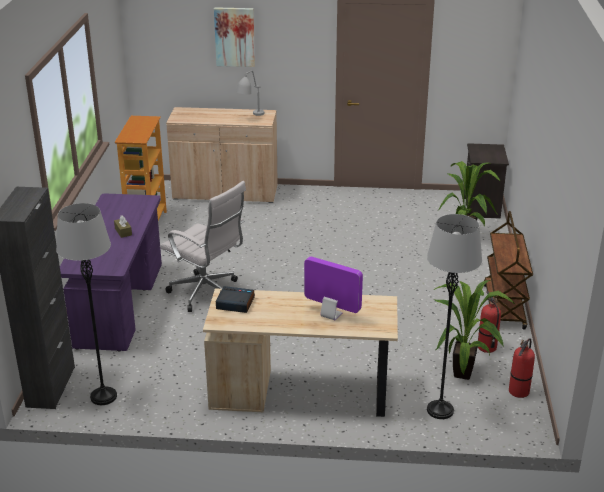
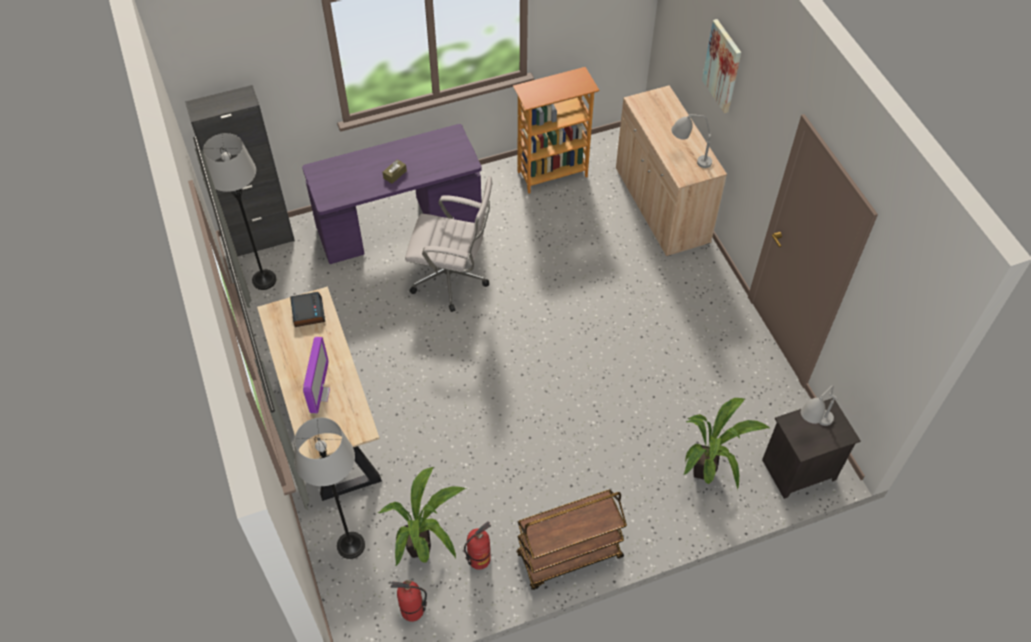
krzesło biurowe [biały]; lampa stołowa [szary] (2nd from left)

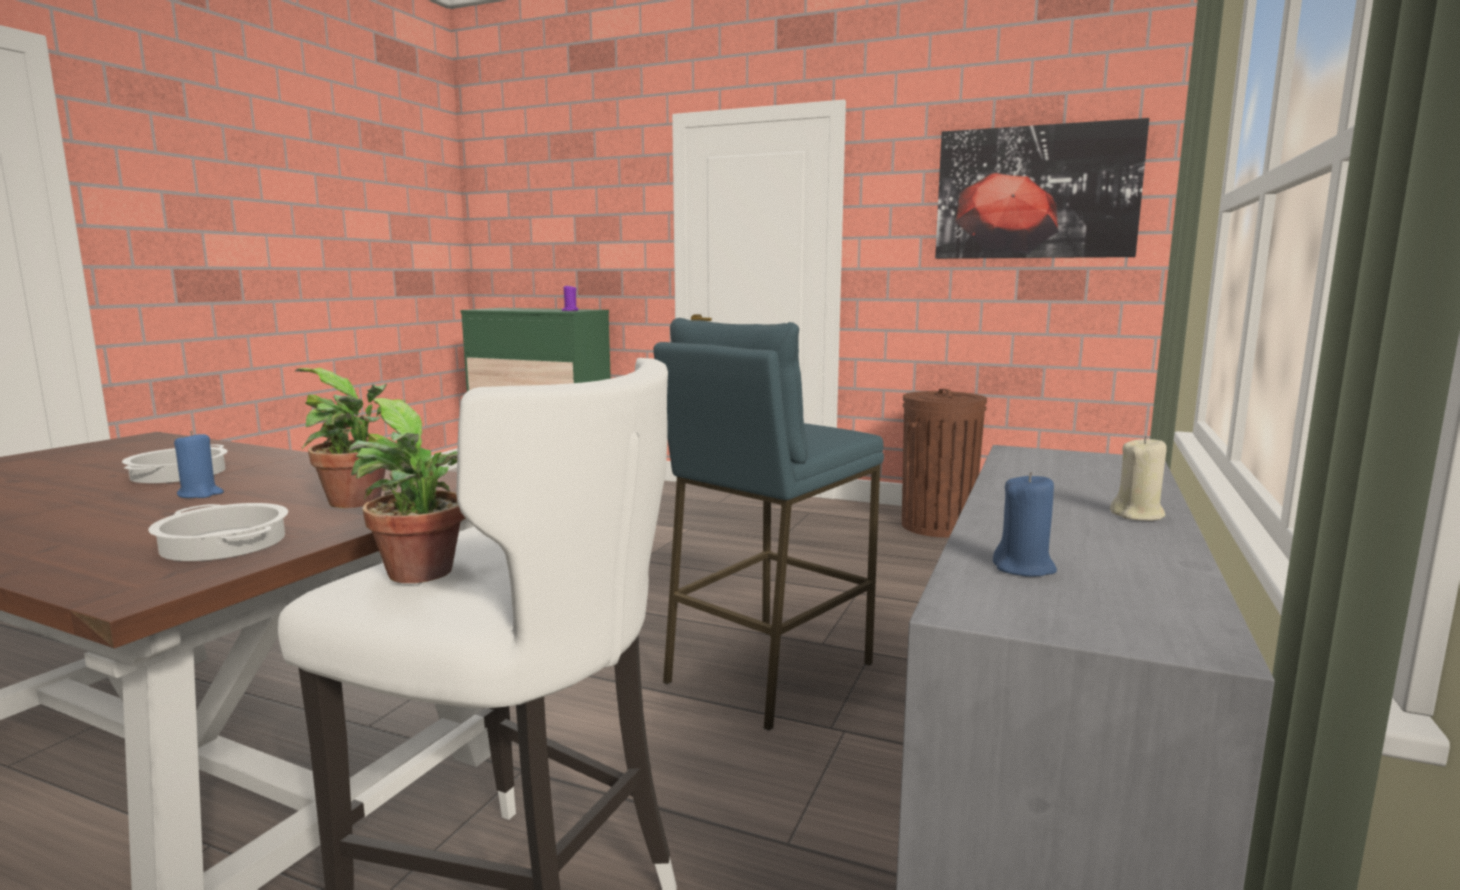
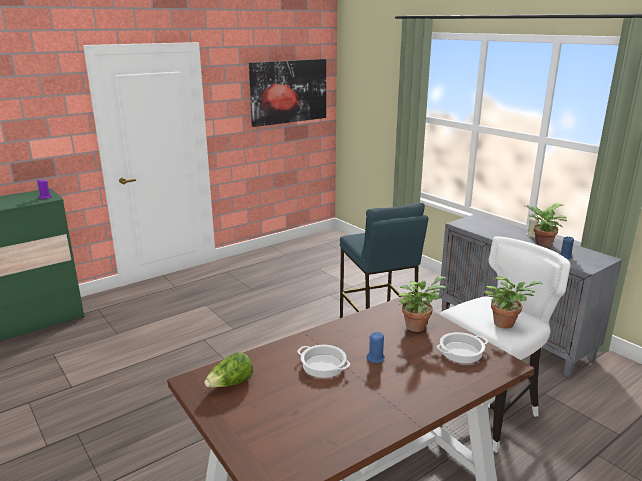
kosz na śmieci [brązowy]; sałata; roślina doniczkowa (3rd from left)

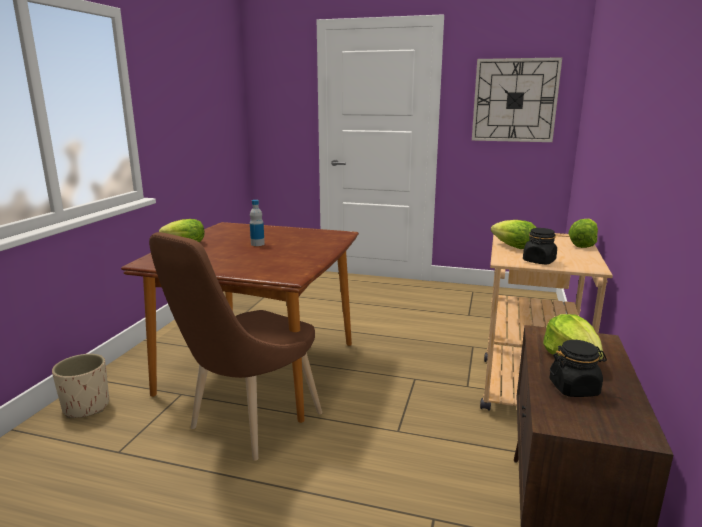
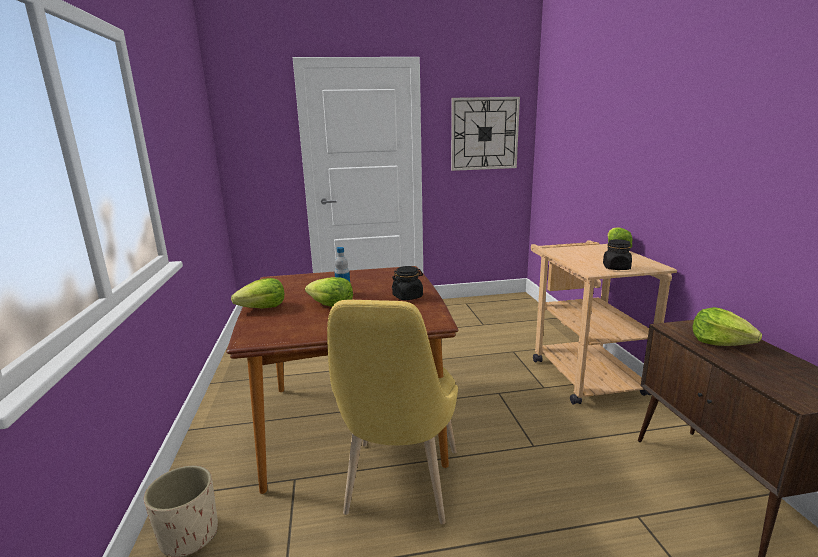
krzesło [żółty]; sałata (2nd from left); słoik [czarny] (1st from left)

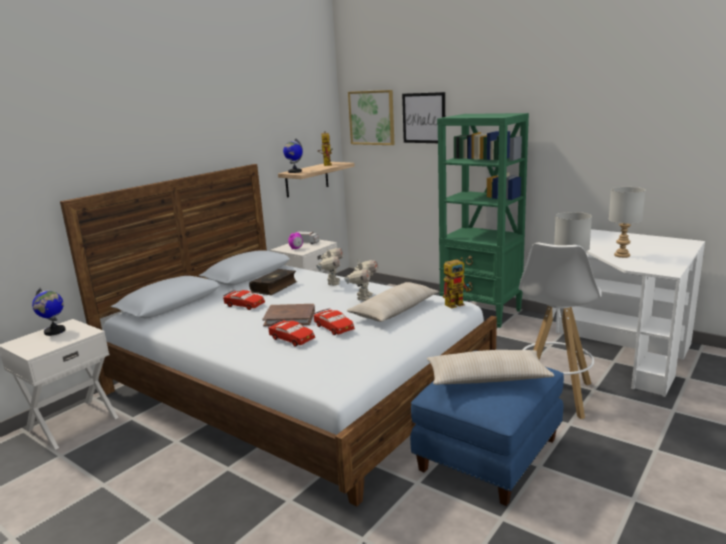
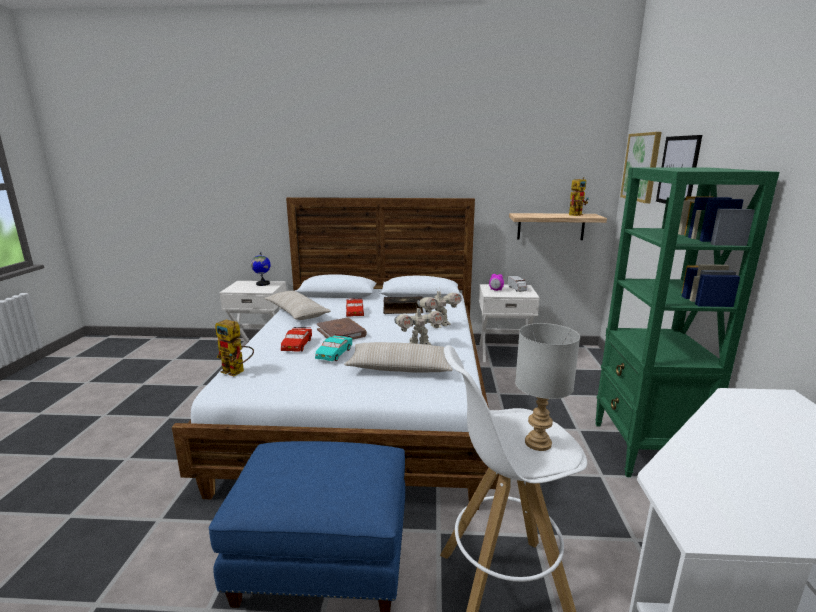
globus (2nd from left in the first image); samochodzik [turkusowy]; poduszka [beżowy] (1st from left); robot zabawkowy (1st from left); lampa stołowa [szary] (2nd from left in the first image)

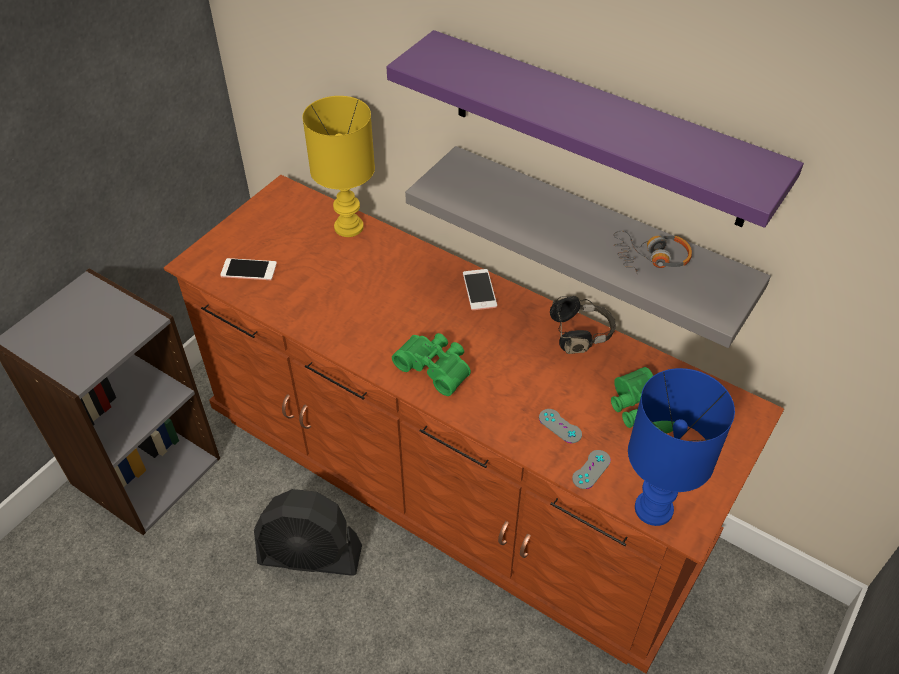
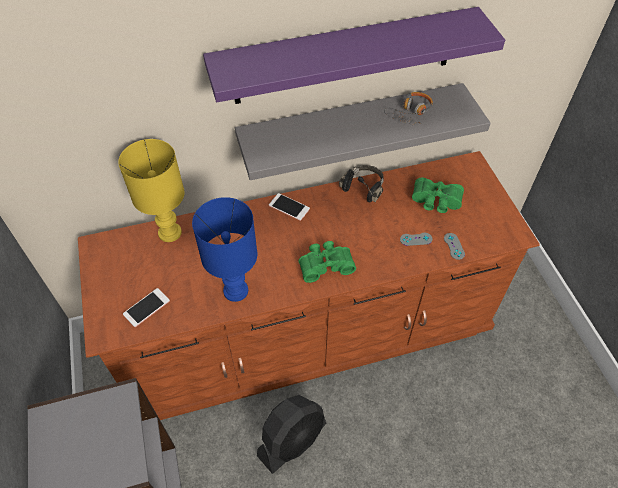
lampa stołowa [niebieski]

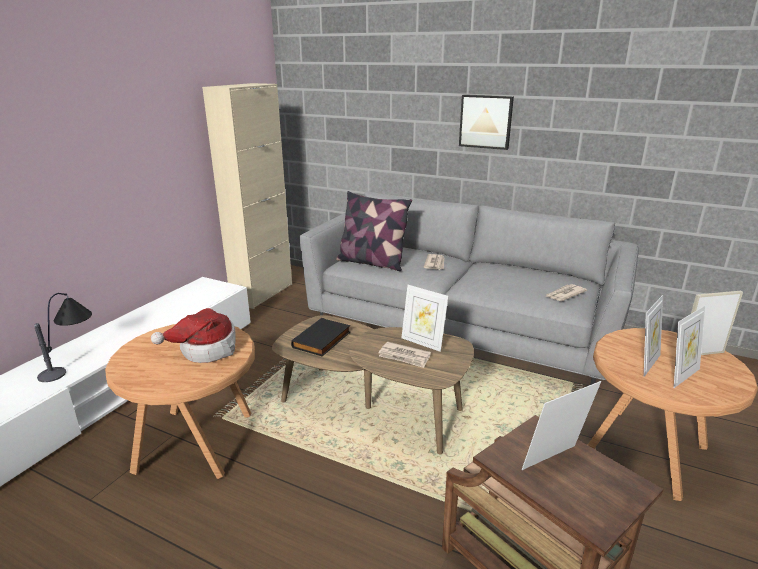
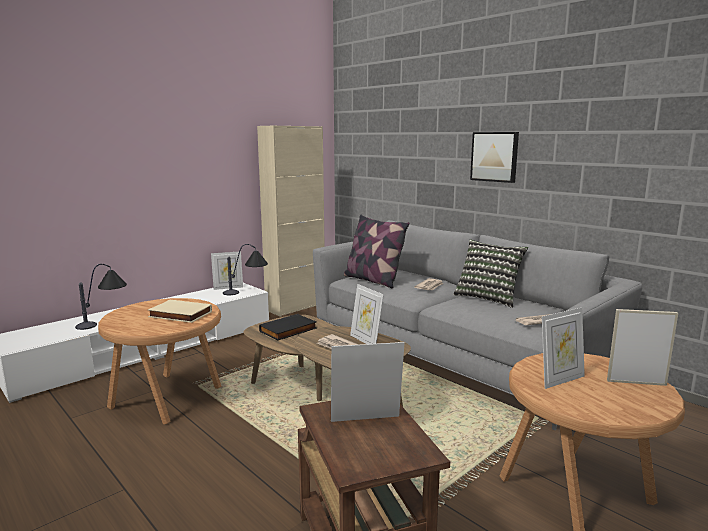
książka [beżowy]; ramka na zdjęcie (1st from left); lampa stołowa (2nd from left); poduszka (2nd from left)

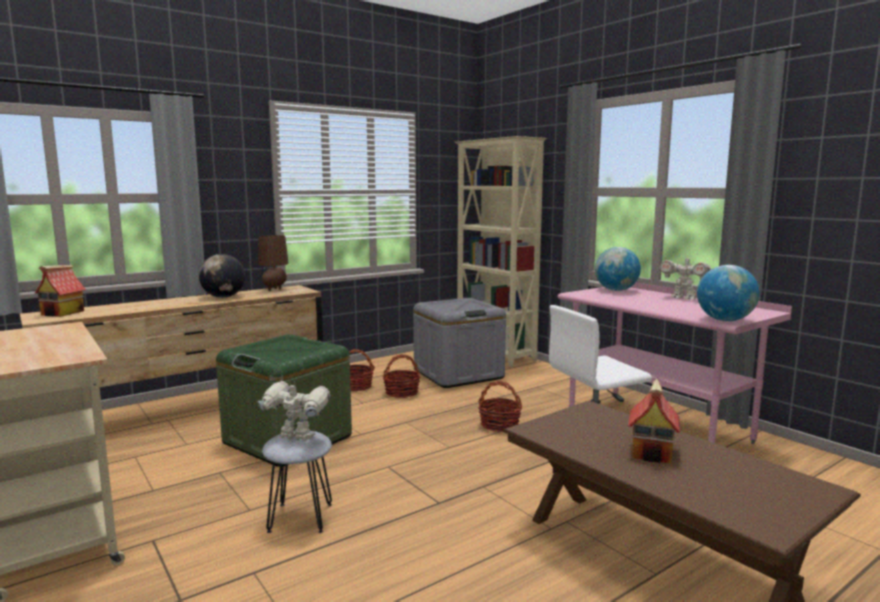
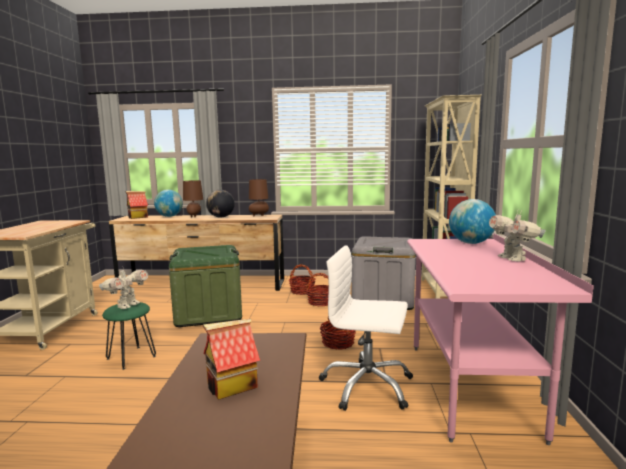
robot zabawkowy (1st from left); stołek [zielony]; globus (1st from left); lampa stołowa [brązowy] (1st from left)

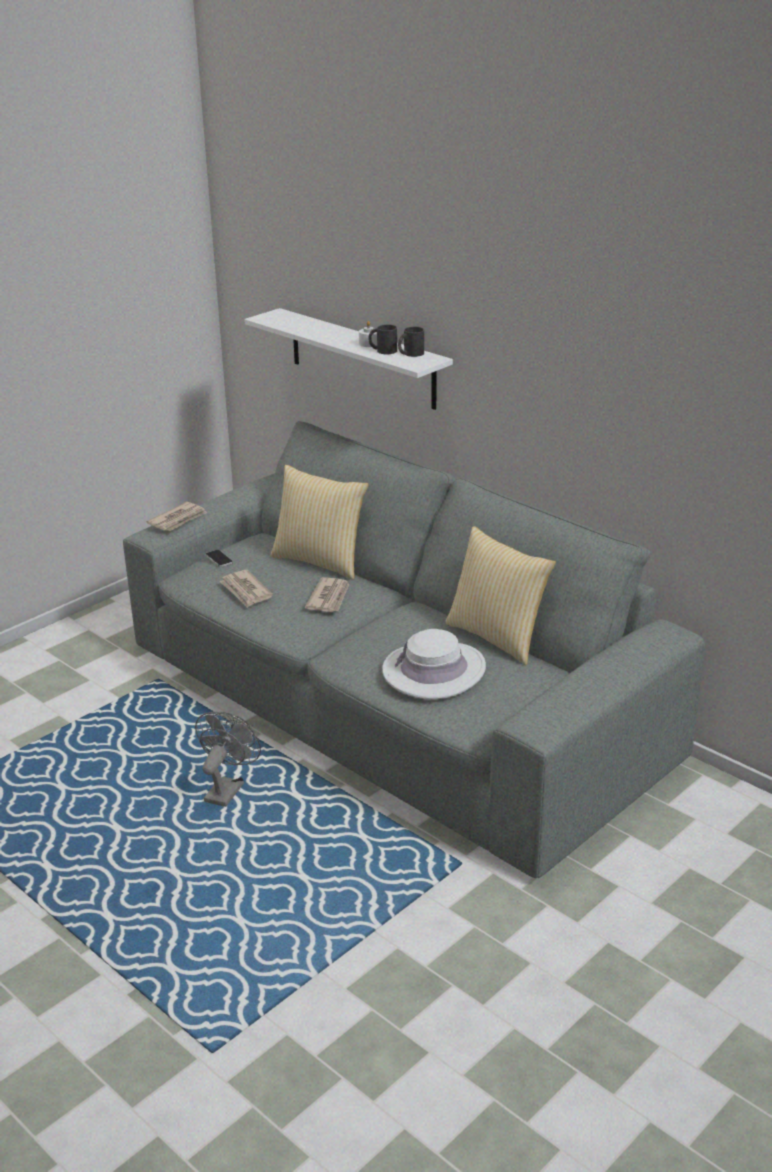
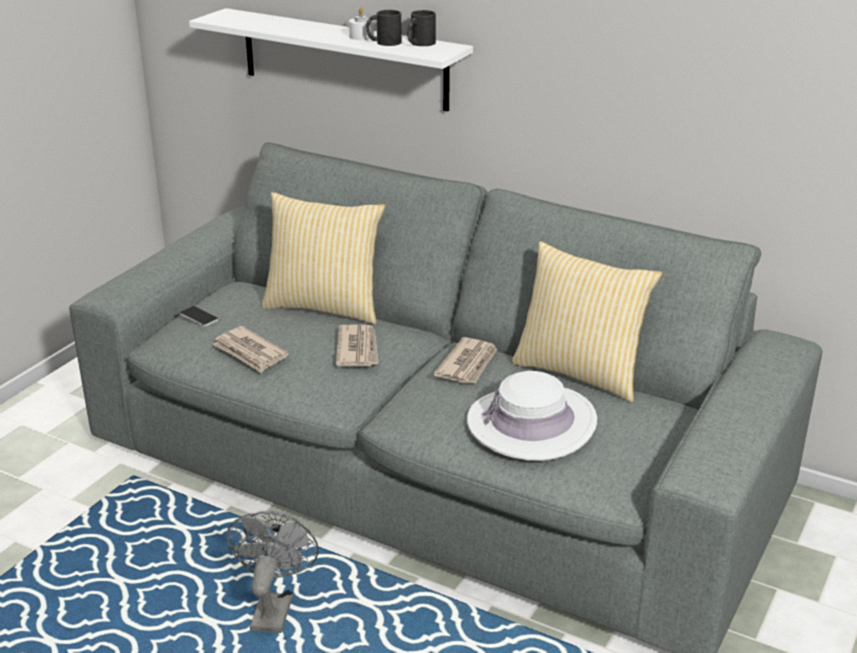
gazeta (3rd from left)

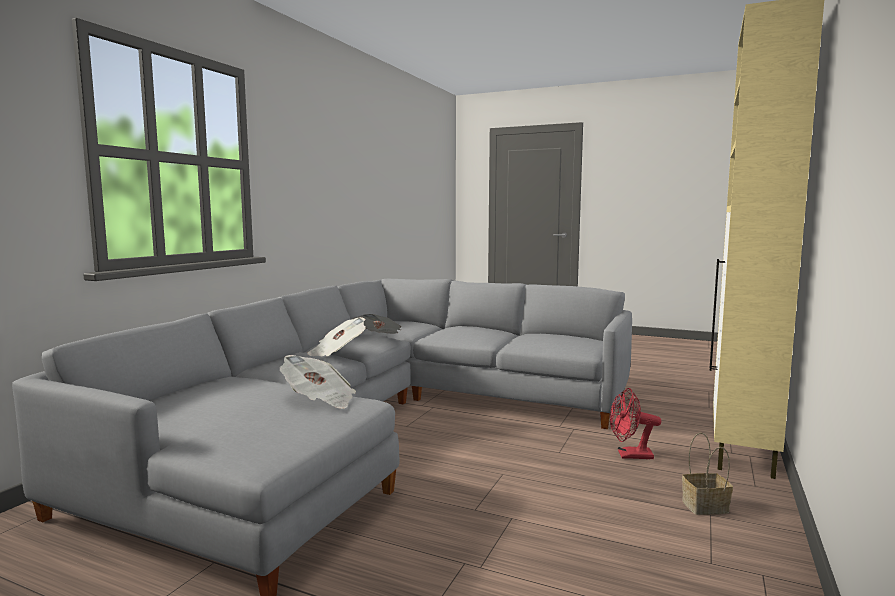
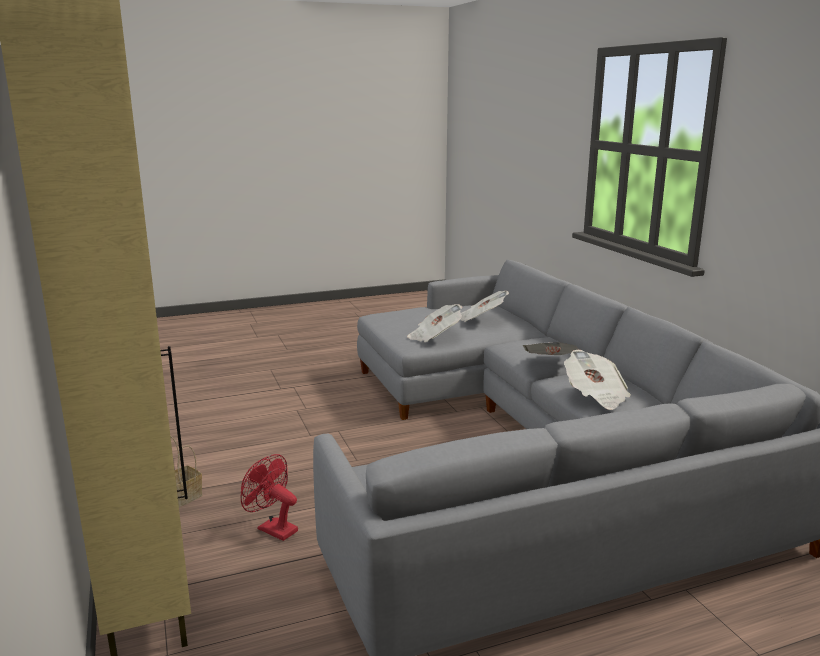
wentylator [czerwony]; gazeta (2nd from left)

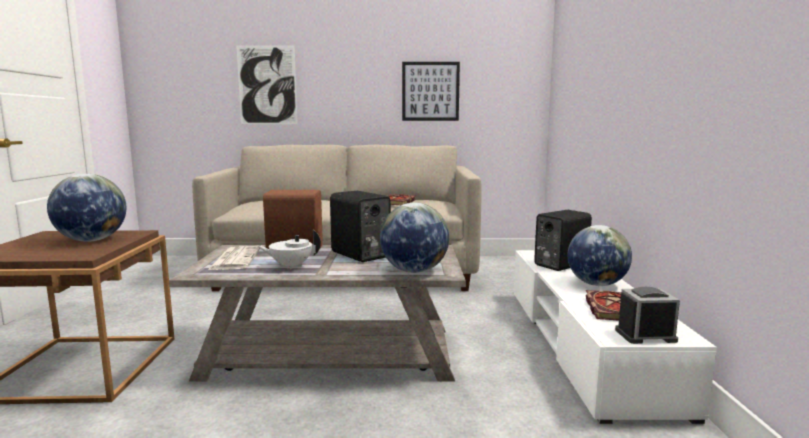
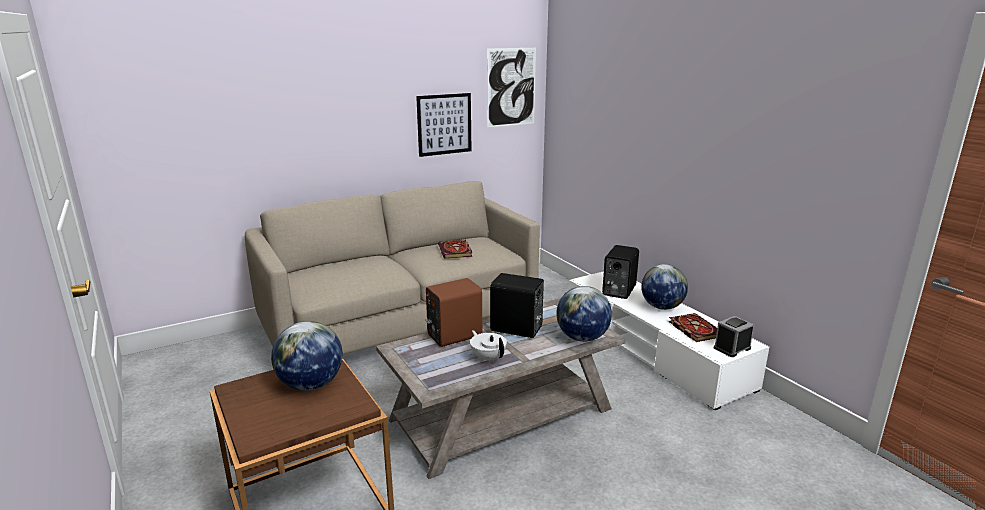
gazeta; obraz (2nd from left); imbryk [biały]

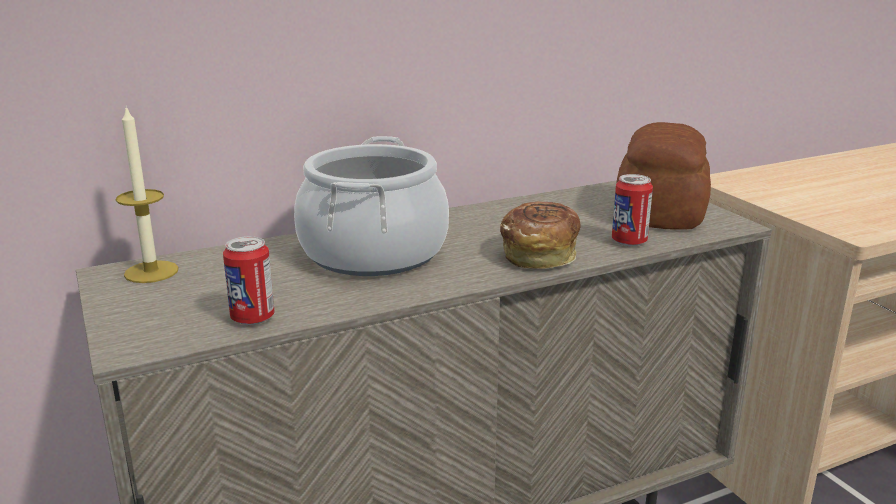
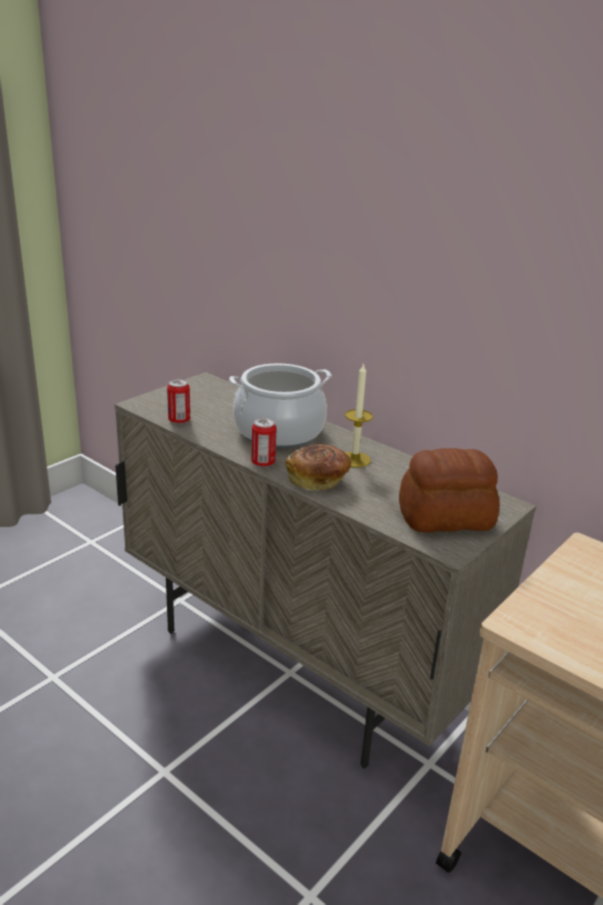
świeca; puszka (2nd from left)

